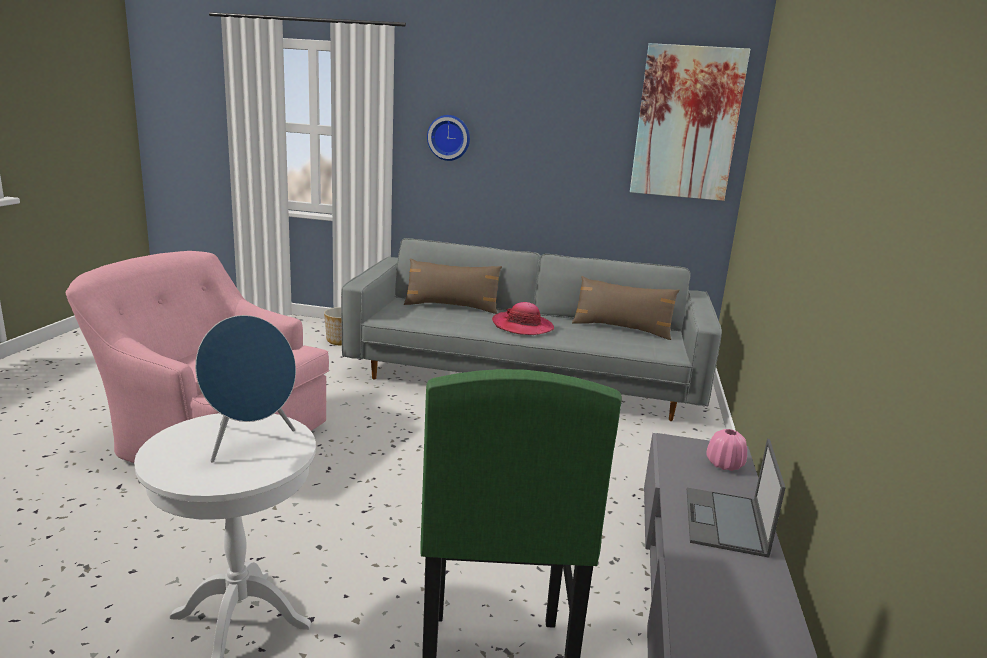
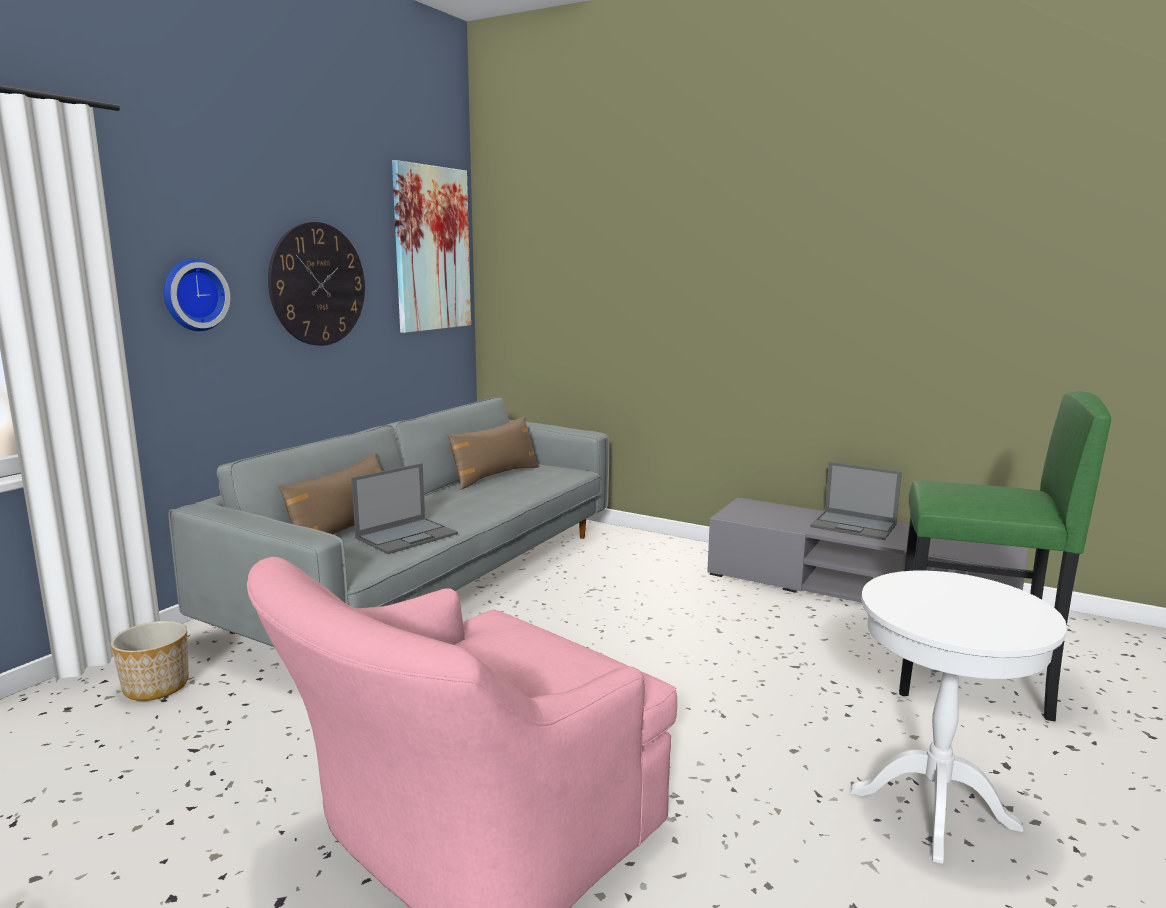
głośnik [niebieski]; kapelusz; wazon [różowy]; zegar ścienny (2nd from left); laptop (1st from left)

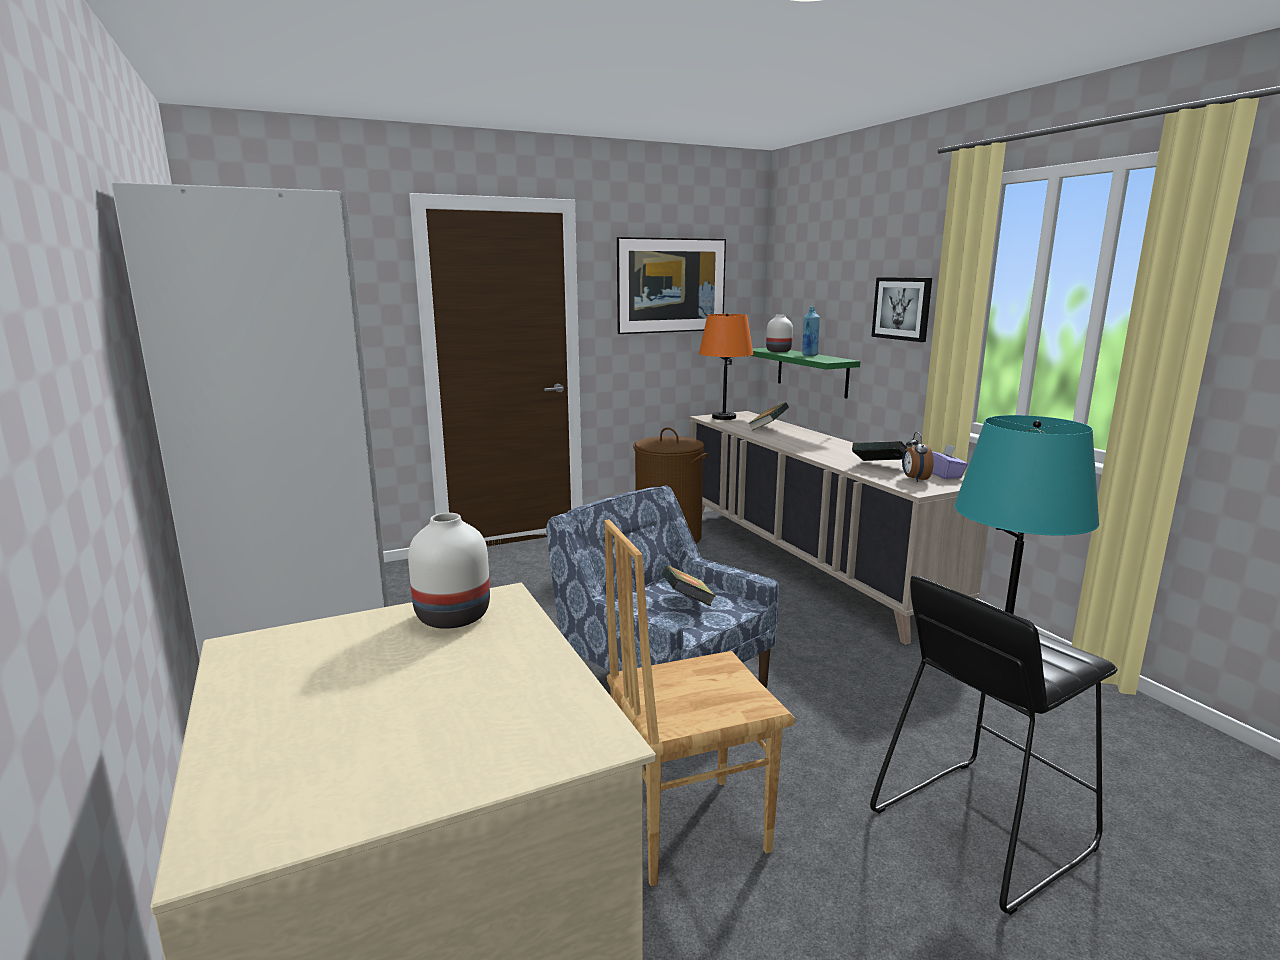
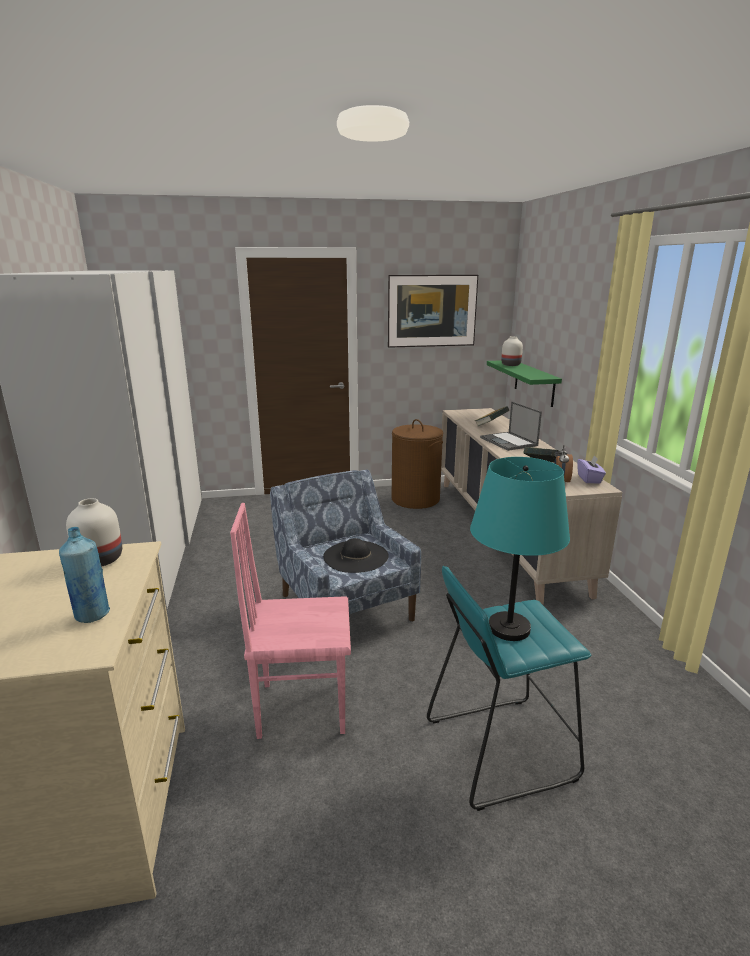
krzesło [różowy]; kapelusz [czarny]; lampa stołowa [pomarańczowy]; butelka [niebieski]; stołek [turkusowy]; obraz (2nd from left in the first image); laptop

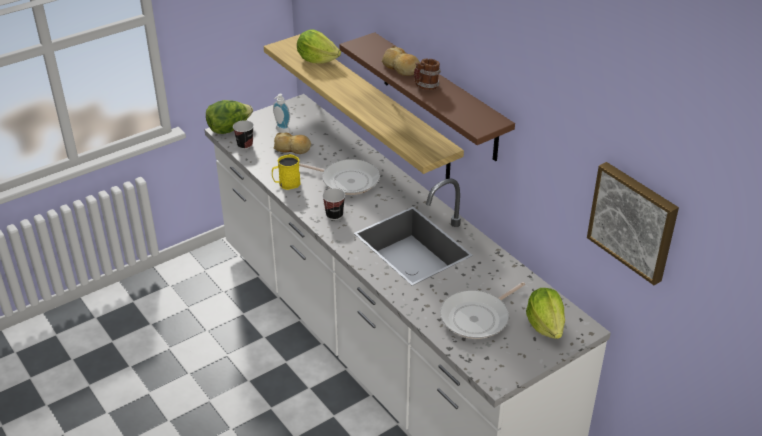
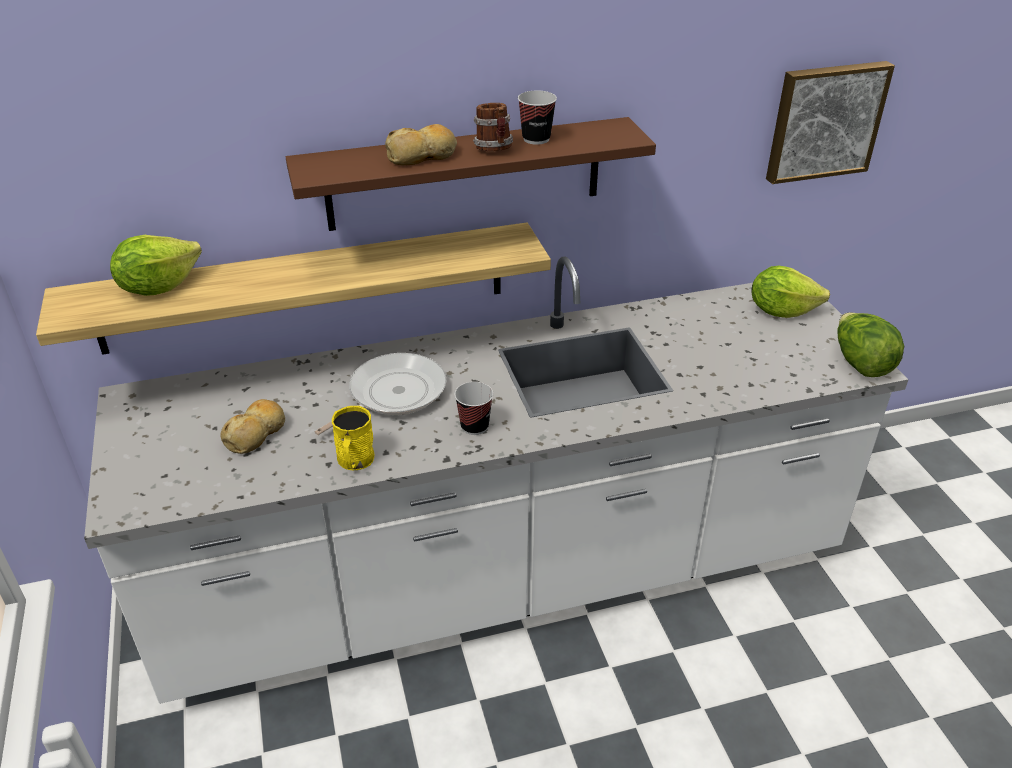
sałata (3rd from left); filiżanka (2nd from left); dozownik mydła; patelnia (2nd from left in the first image)

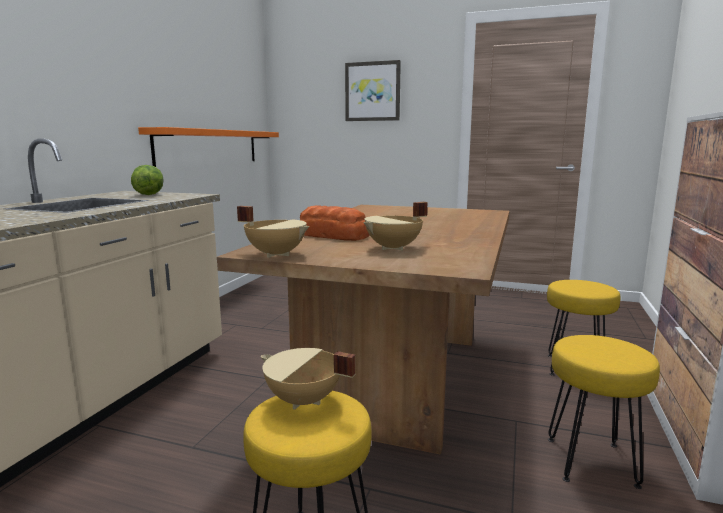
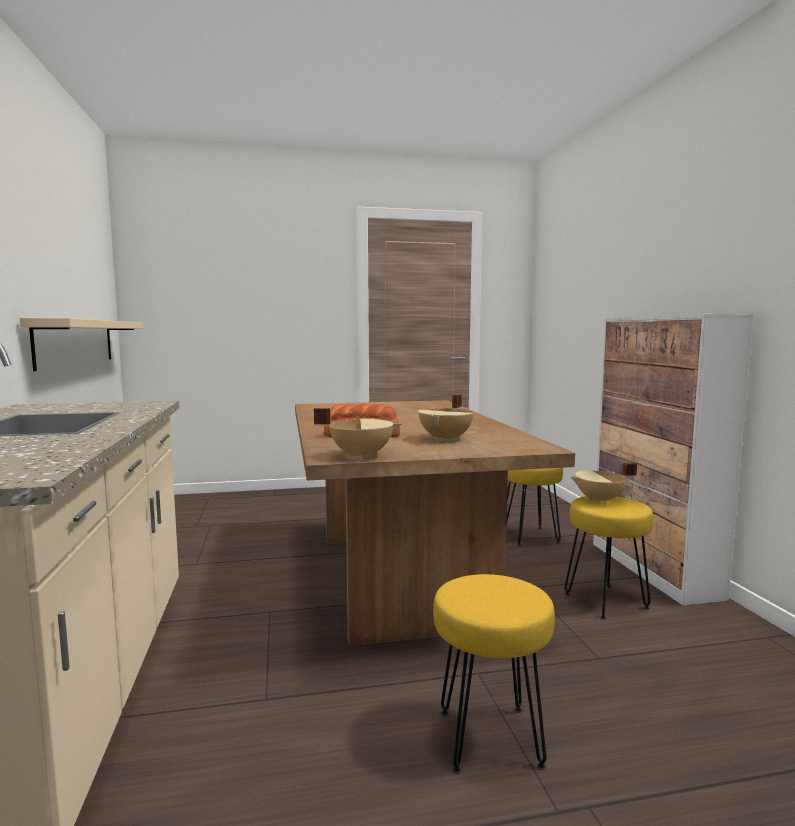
sałata; półka [beżowy]; garnek [beżowy] (3rd from left); obraz

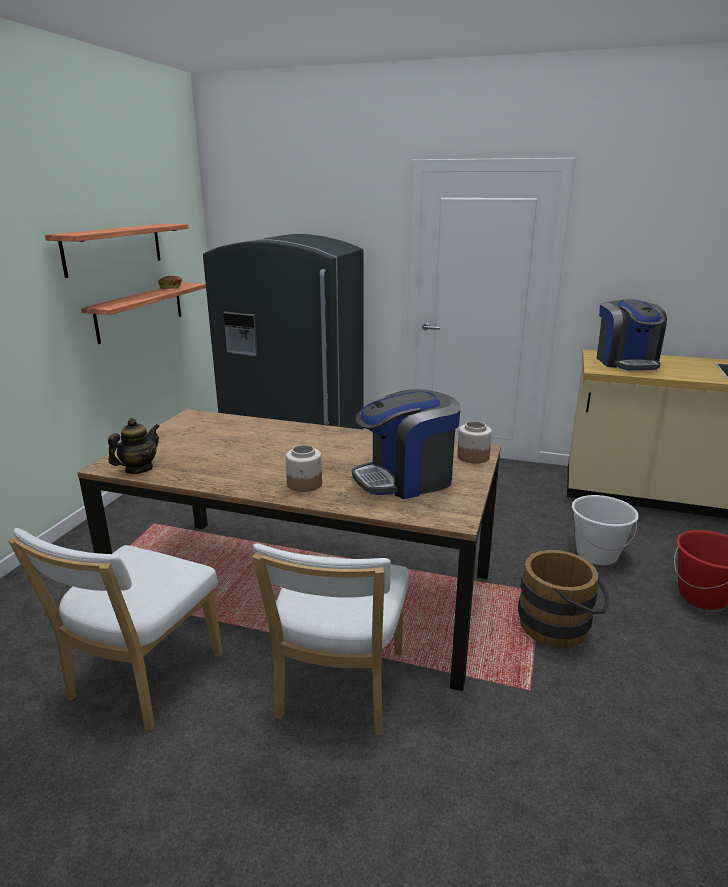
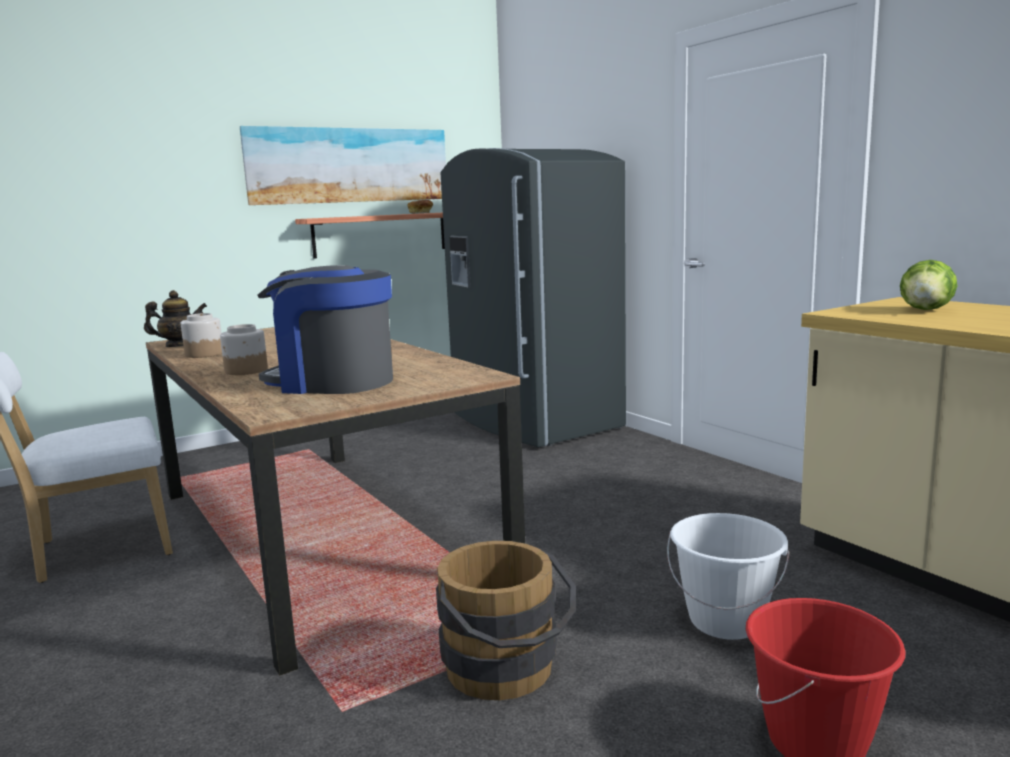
obraz; krzesło [biały] (2nd from left in the first image); słoik (1st from left); sałata

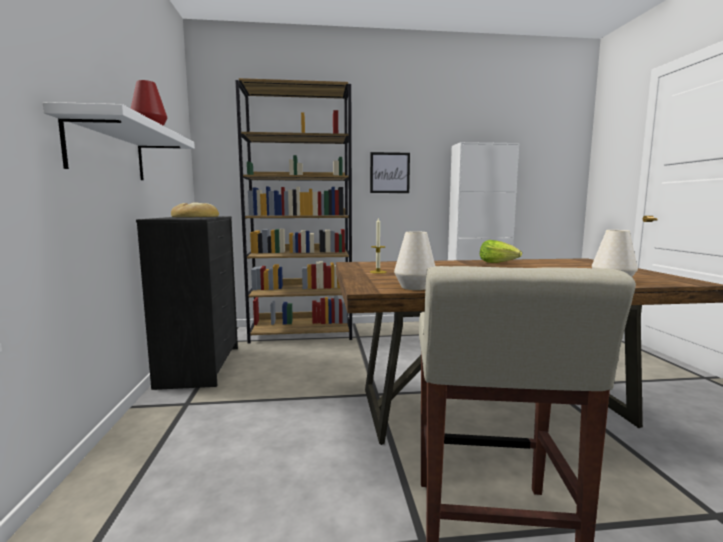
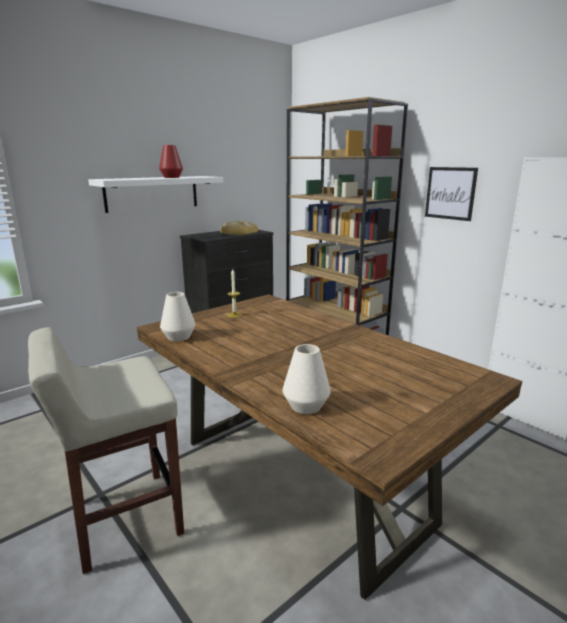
sałata

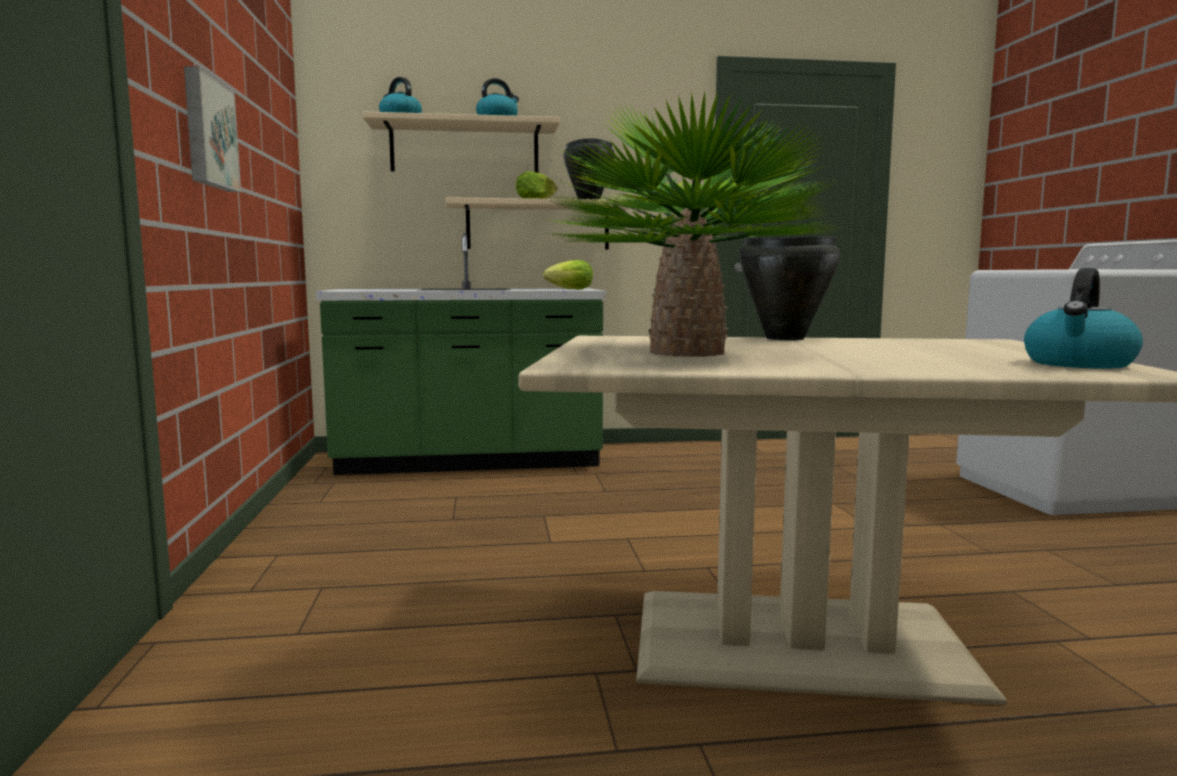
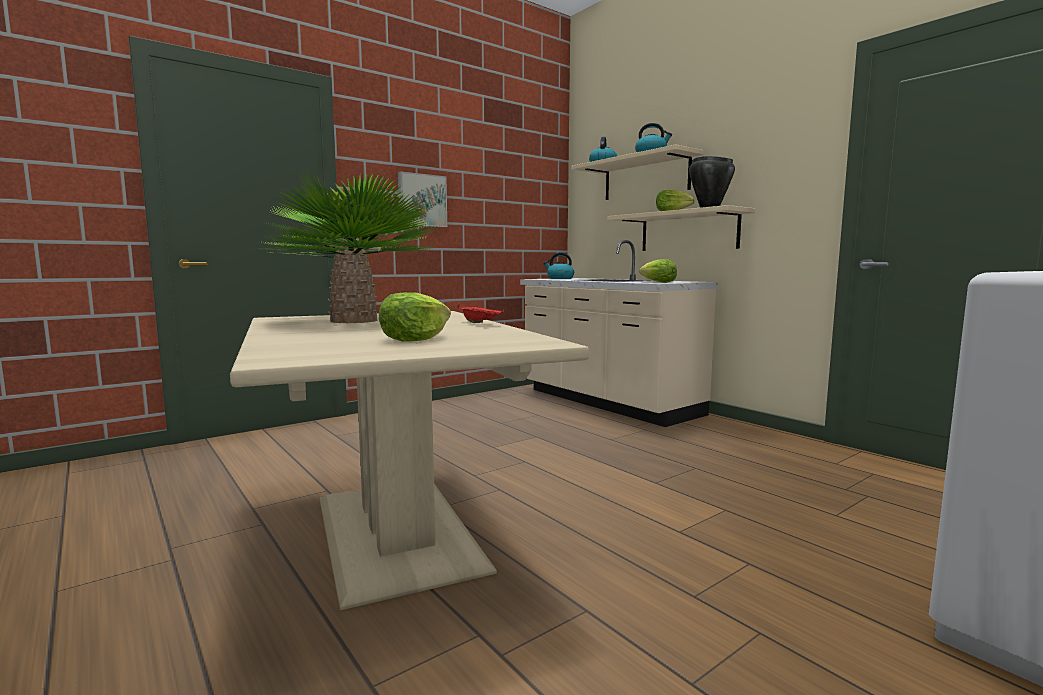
zabudowa kuchenna [beżowy]; taca [czerwony]; czajnik (1st from left); sałata (1st from left)

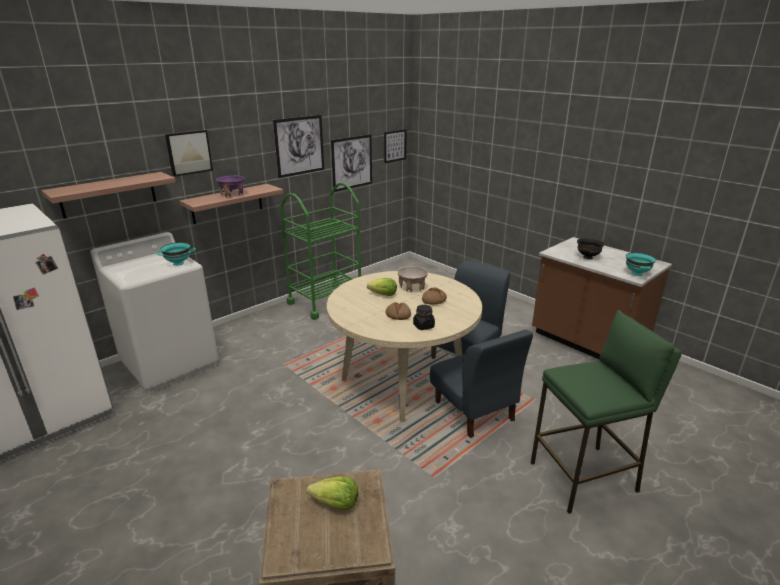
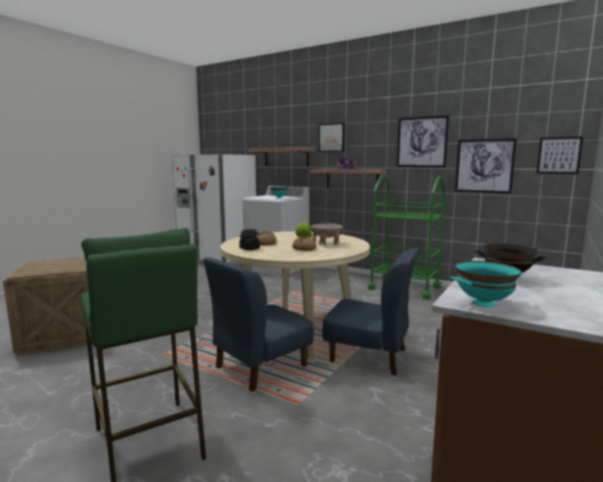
sałata (1st from left in the first image)

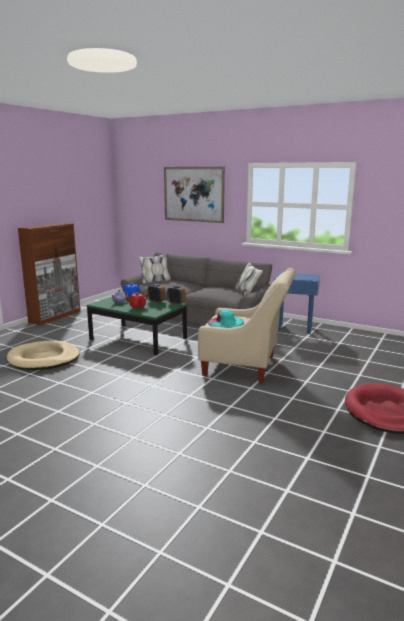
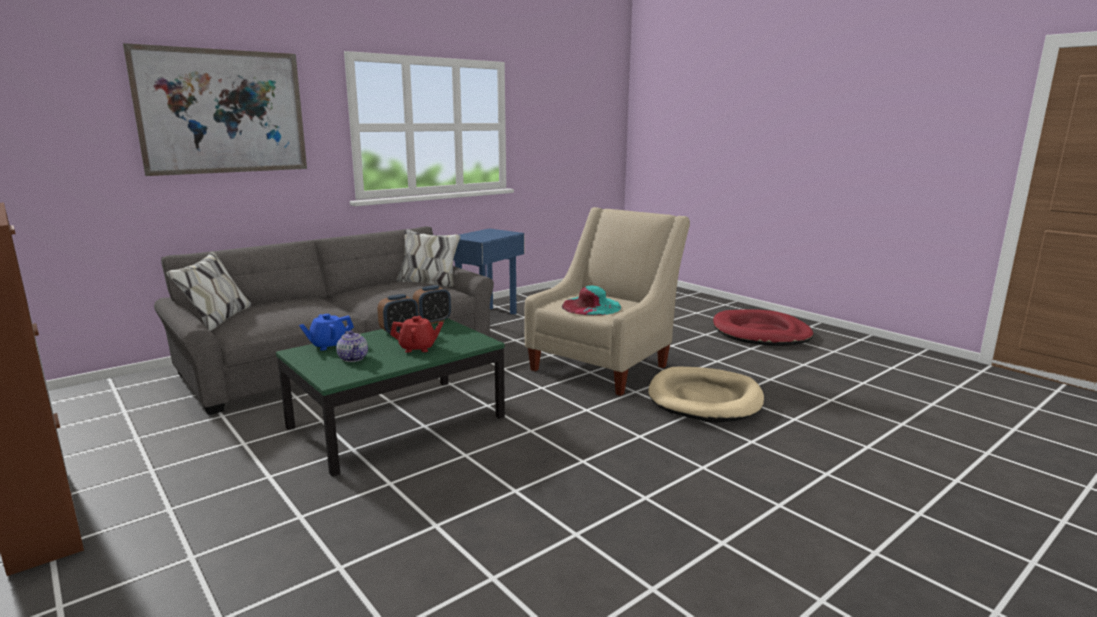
legowisko [beżowy]

